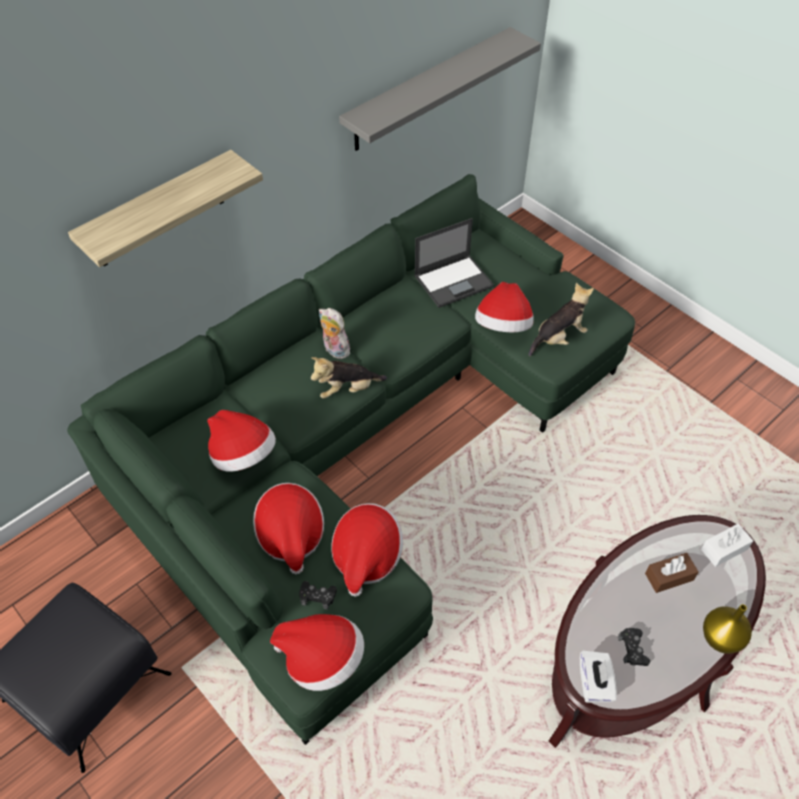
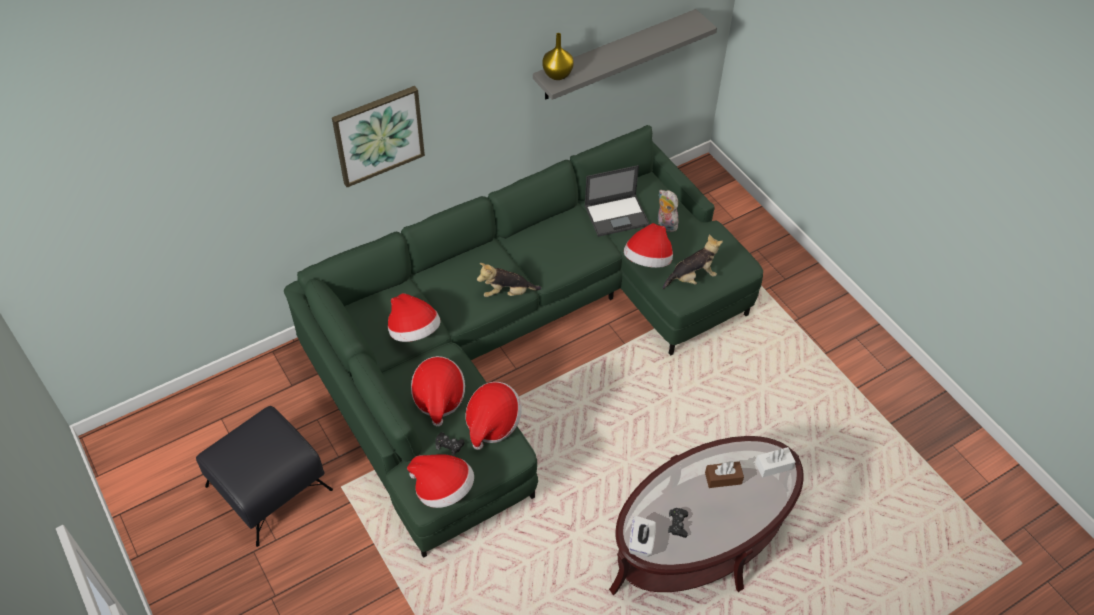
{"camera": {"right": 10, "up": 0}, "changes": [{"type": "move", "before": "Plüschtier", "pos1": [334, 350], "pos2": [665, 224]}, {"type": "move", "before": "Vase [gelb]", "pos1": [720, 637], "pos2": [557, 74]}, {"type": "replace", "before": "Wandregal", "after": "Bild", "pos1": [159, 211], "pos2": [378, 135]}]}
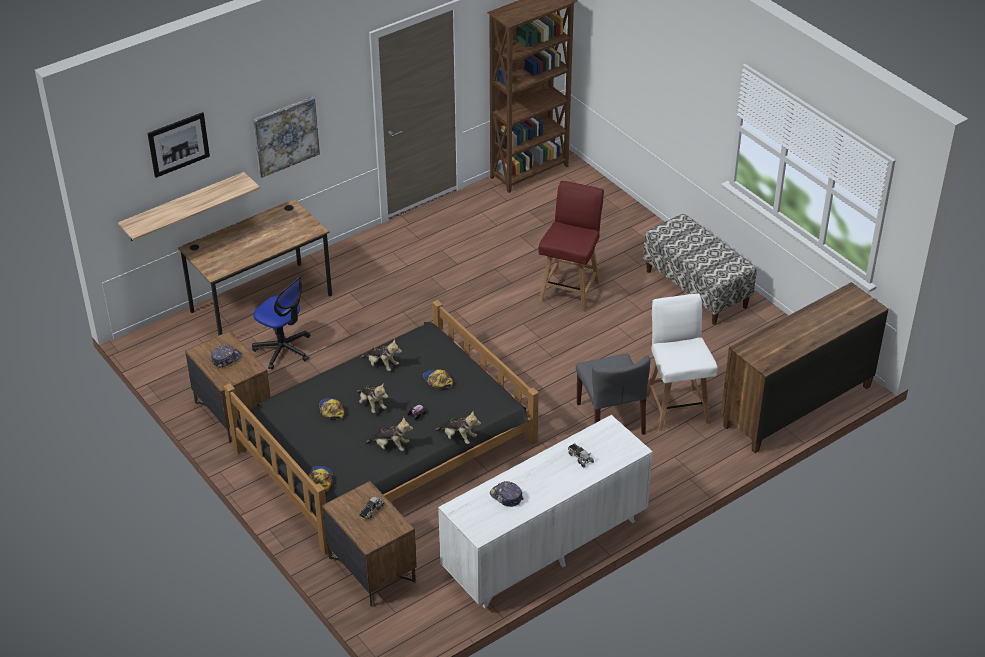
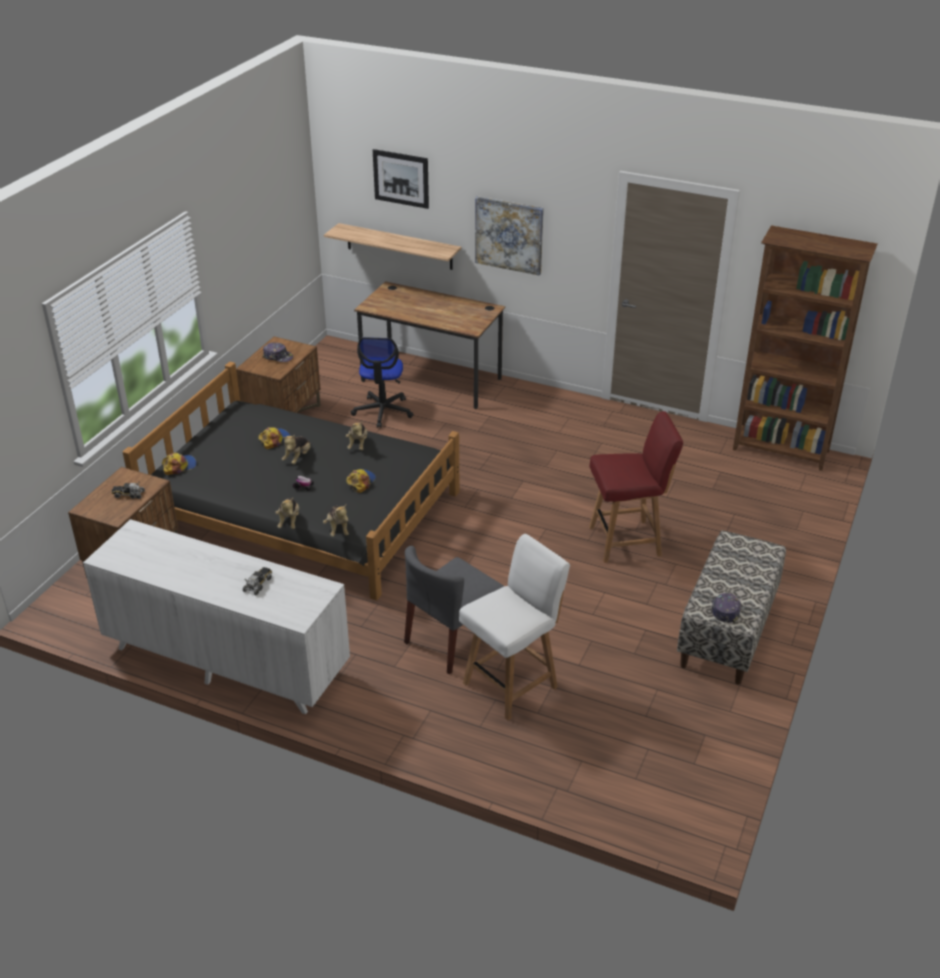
{"camera": {"right": 60, "up": -5}, "changes": [{"type": "delete", "before": "Kommode [braun]", "pos1": [796, 406]}, {"type": "move", "before": "Plüschtier", "pos1": [390, 446], "pos2": [337, 529]}, {"type": "move", "before": "Kappe", "pos1": [506, 497], "pos2": [725, 610]}]}
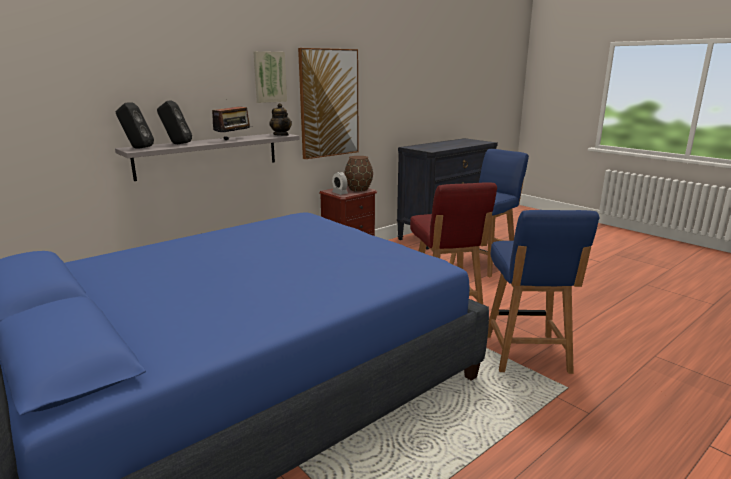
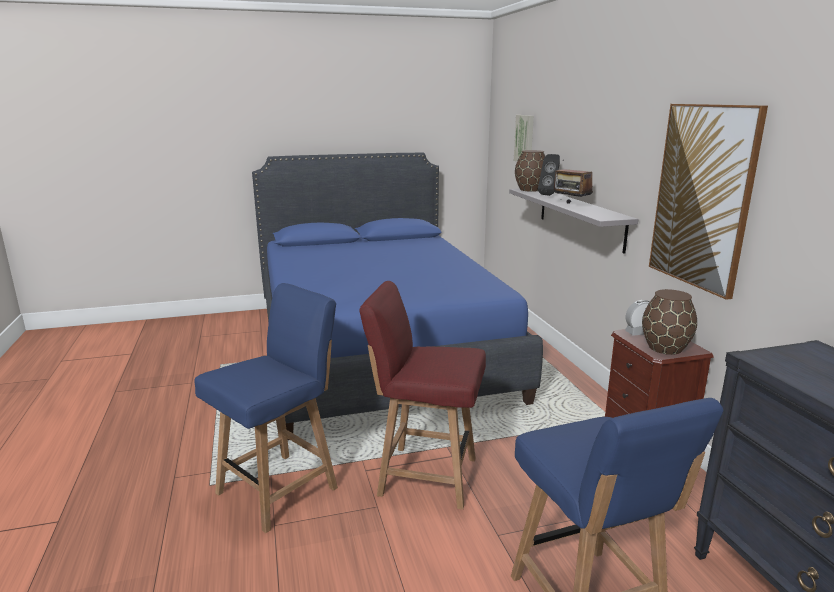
{"camera": {"right": 115, "up": 0}, "changes": [{"type": "delete", "before": "Teekanne", "pos1": [281, 135]}, {"type": "move", "before": "Bild", "pos1": [269, 77], "pos2": [525, 139]}, {"type": "replace", "before": "Lautsprecher [schwarz]", "after": "Vase [braun]", "pos1": [136, 148], "pos2": [531, 190]}, {"type": "rotate", "before": "Stuhl [blau]", "pos1": [526, 355], "pos2": [280, 489], "turn": 105}]}
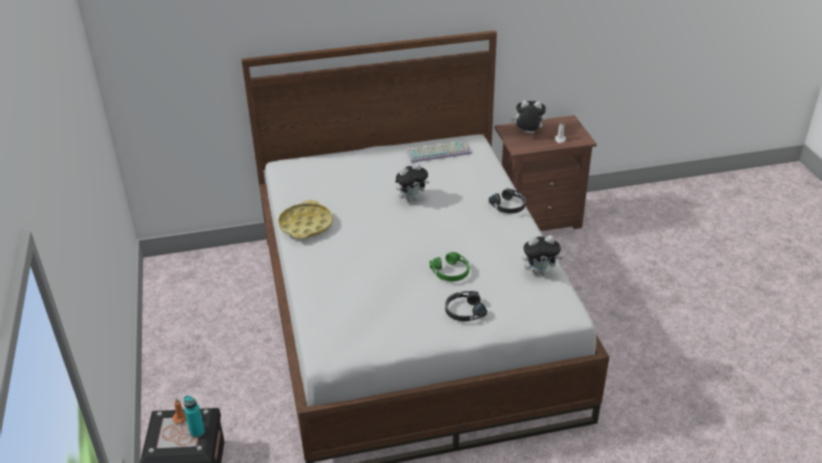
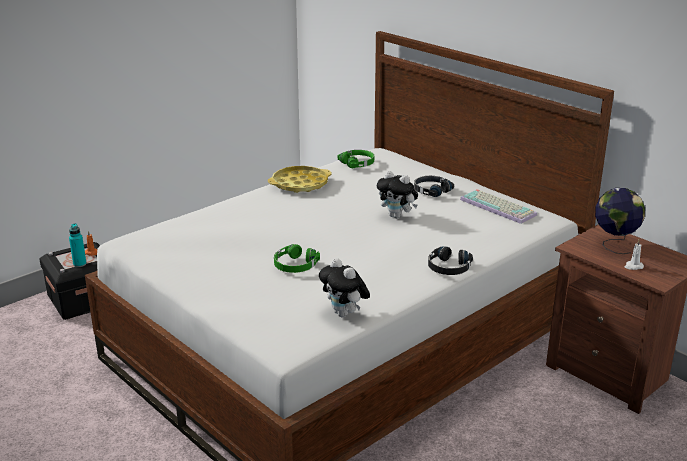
{"camera": {"right": 60, "up": -10}, "changes": [{"type": "insert", "after": "Kopfhörer [grün]", "pos2": [357, 163]}, {"type": "move", "before": "Kopfhörer [schwarz]", "pos1": [464, 311], "pos2": [431, 191]}, {"type": "replace", "before": "Plüschtier", "after": "Globus", "pos1": [528, 133], "pos2": [614, 244]}]}
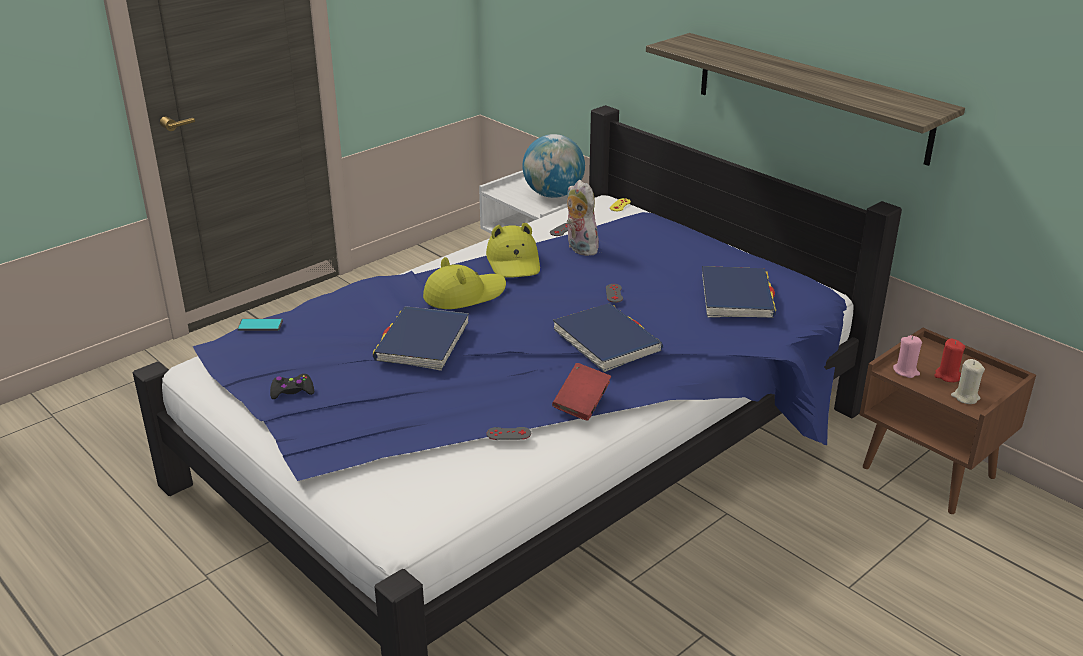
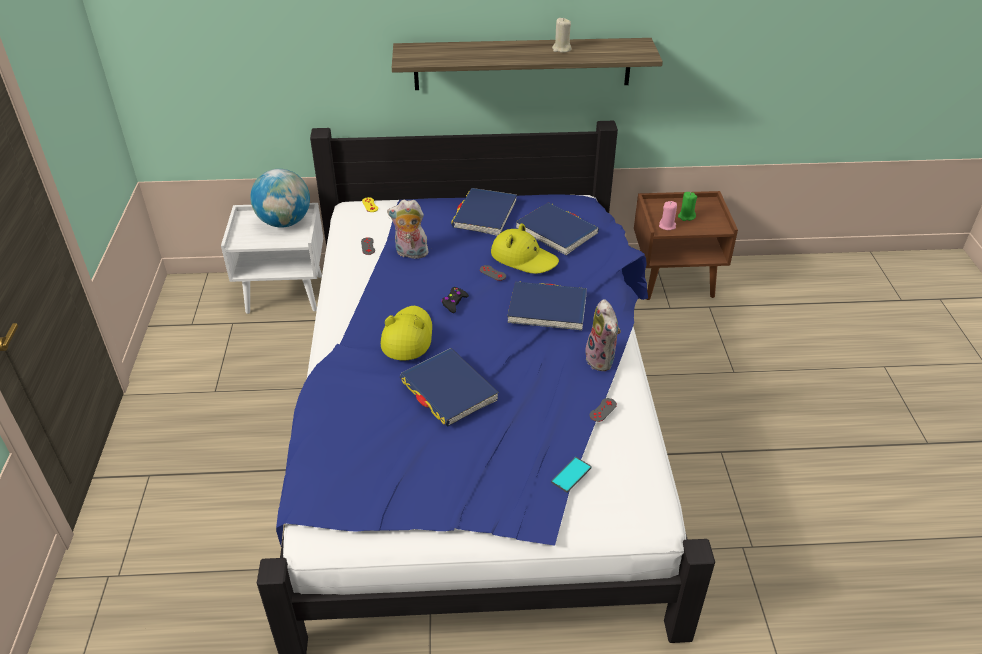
{"camera": {"right": -50, "up": 10}, "changes": [{"type": "insert", "after": "Buch [blau]", "pos2": [484, 214]}, {"type": "move", "before": "Handy", "pos1": [260, 325], "pos2": [571, 475]}, {"type": "move", "before": "Gamepad [schwarz]", "pos1": [292, 391], "pos2": [454, 302]}, {"type": "move", "before": "Hut [gelb]", "pos1": [514, 262], "pos2": [524, 258]}, {"type": "move", "before": "Kerze [beige]", "pos1": [965, 397], "pos2": [561, 49]}, {"type": "replace", "before": "Buch [rot]", "after": "Plüschtier", "pos1": [581, 404], "pos2": [602, 360]}, {"type": "recolor", "before": "Kerze [rot]", "after": "Kerze [grün]", "pos1": [947, 376], "pos2": [686, 216]}]}
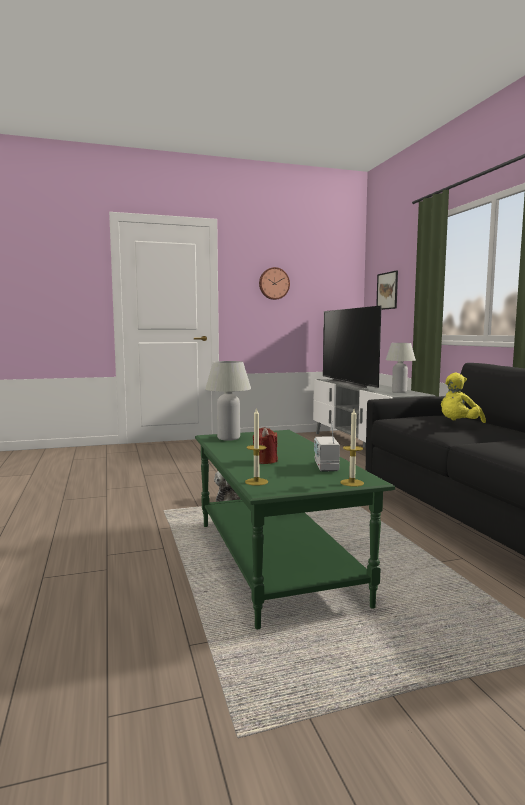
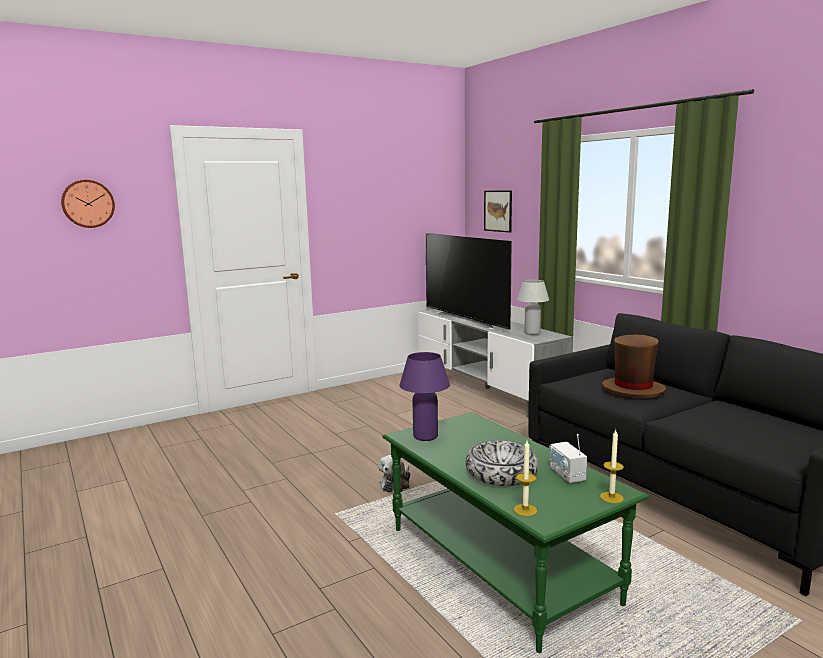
{"camera": {"right": -15, "up": 5}, "changes": [{"type": "move", "before": "Wanduhr", "pos1": [273, 283], "pos2": [88, 203]}, {"type": "replace", "before": "Kerze [rot]", "after": "Schüssel", "pos1": [265, 461], "pos2": [501, 473]}, {"type": "replace", "before": "Plüschtier [gelb]", "after": "Hut [braun]", "pos1": [458, 425], "pos2": [633, 390]}, {"type": "recolor", "before": "Tischlampe [weiß]", "after": "Tischlampe [lila]", "pos1": [228, 438], "pos2": [425, 436]}]}
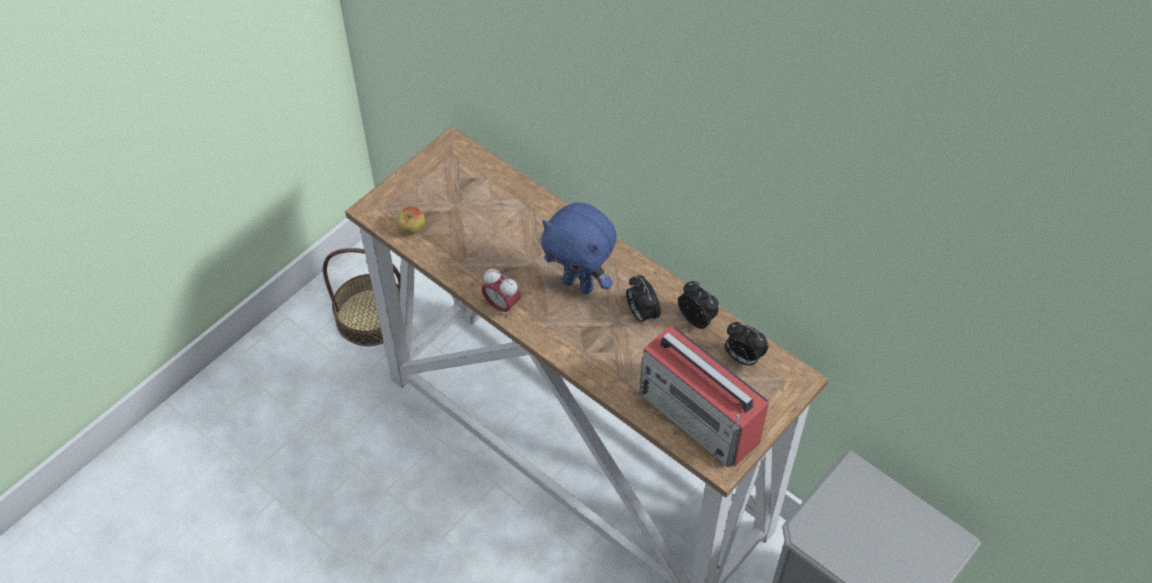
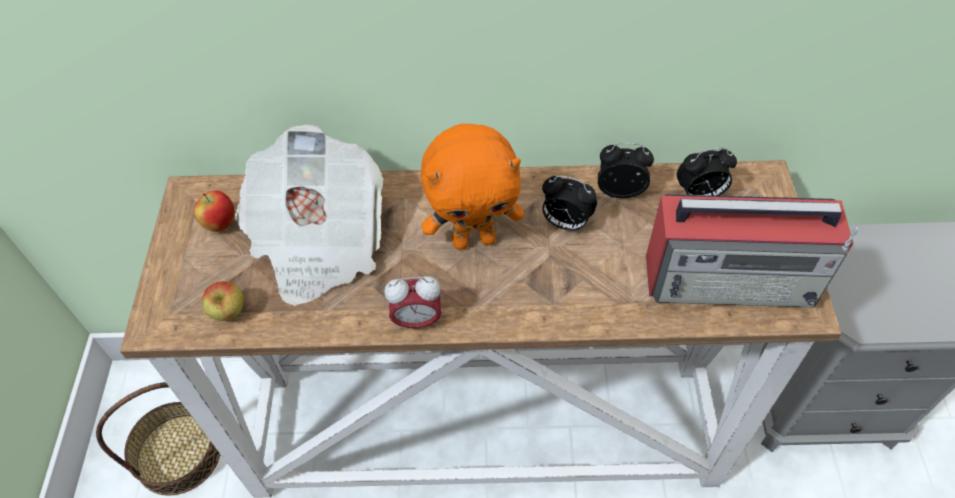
{"camera": {"right": -40, "up": 0}, "changes": [{"type": "insert", "after": "Apfel", "pos2": [220, 224]}, {"type": "insert", "after": "Zeitung", "pos2": [318, 241]}, {"type": "recolor", "before": "Plüschtier [blau]", "after": "Plüschtier [orange]", "pos1": [579, 284], "pos2": [474, 239]}]}
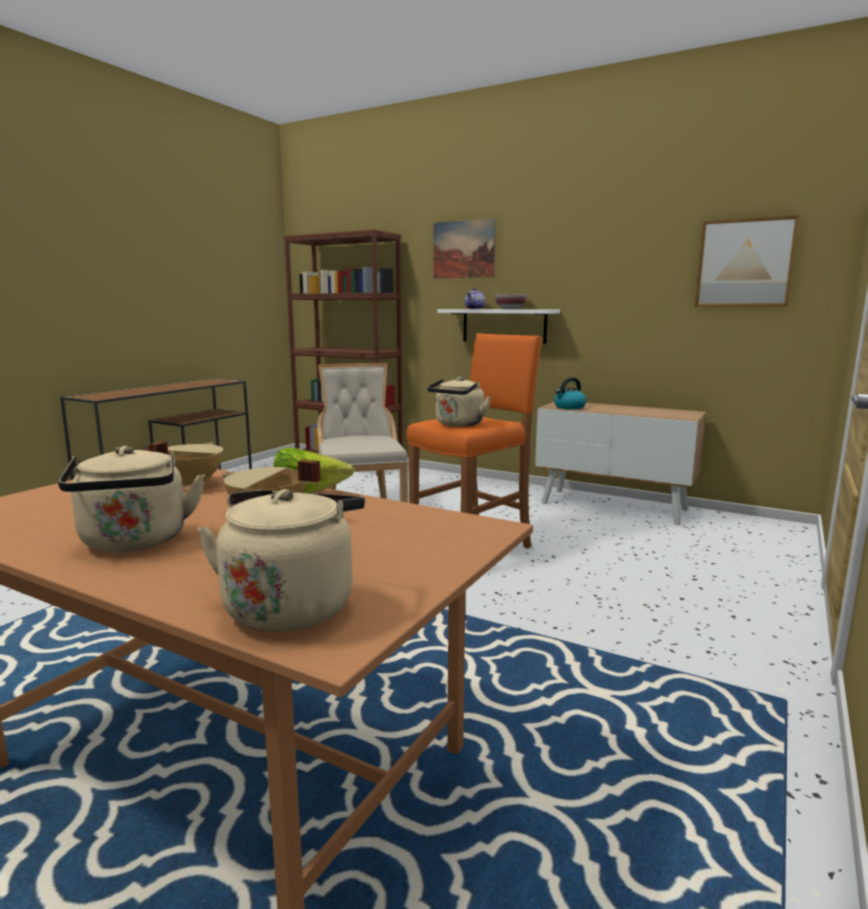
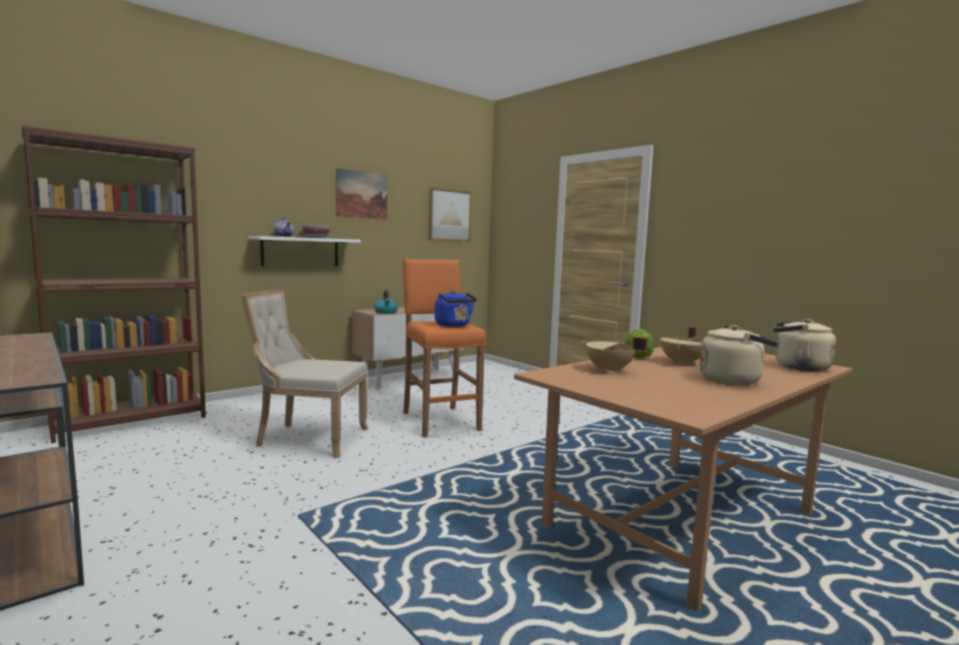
{"camera": {"right": -70, "up": -5}, "changes": [{"type": "move", "before": "Bild", "pos1": [464, 249], "pos2": [362, 195]}, {"type": "recolor", "before": "Wasserkessel [beige]", "after": "Wasserkessel [blau]", "pos1": [458, 424], "pos2": [454, 325]}]}
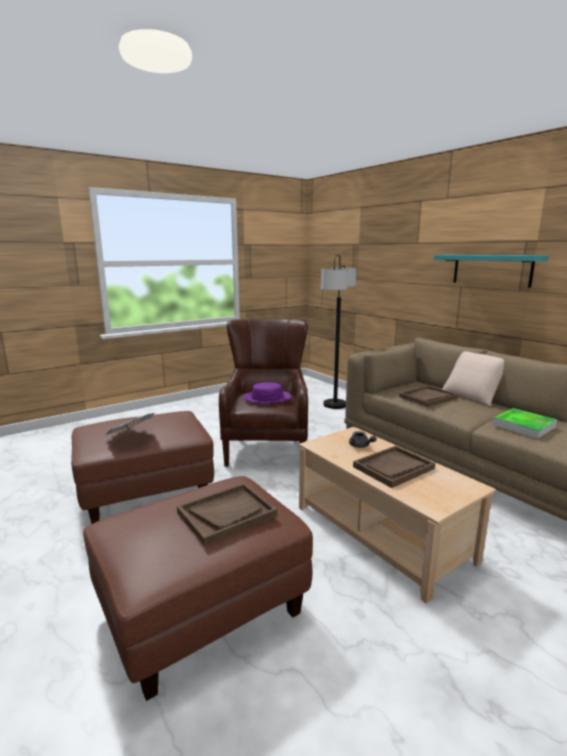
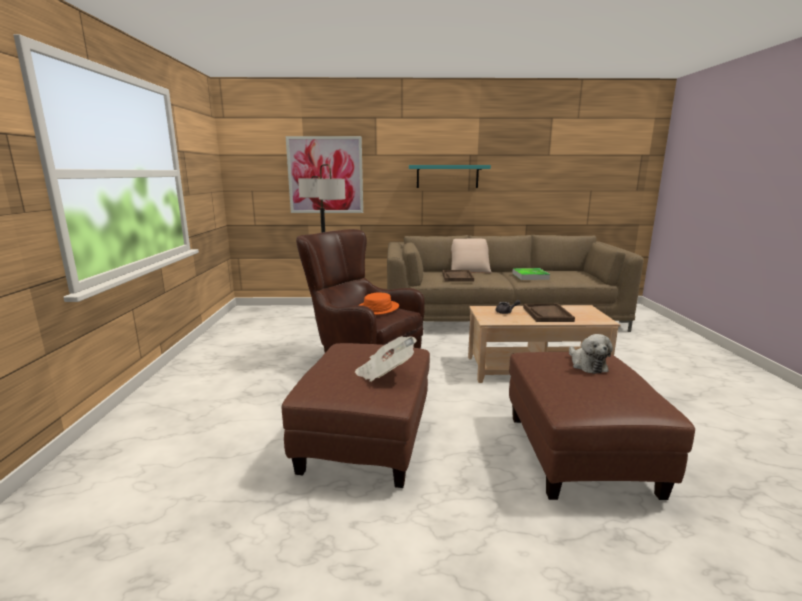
{"camera": {"right": -55, "up": 0}, "changes": [{"type": "insert", "after": "Bild", "pos2": [325, 175]}, {"type": "replace", "before": "Tablett [braun]", "after": "Plüschtier", "pos1": [227, 514], "pos2": [587, 365]}, {"type": "recolor", "before": "Hut [lila]", "after": "Hut [orange]", "pos1": [267, 398], "pos2": [377, 308]}]}
